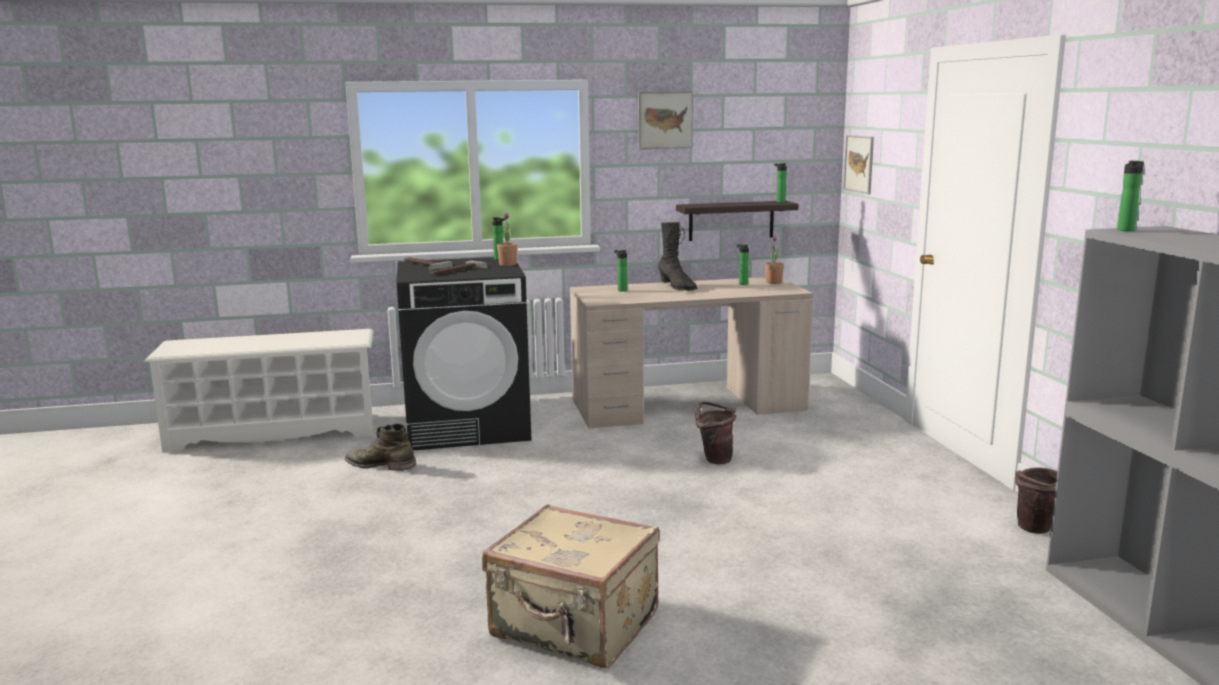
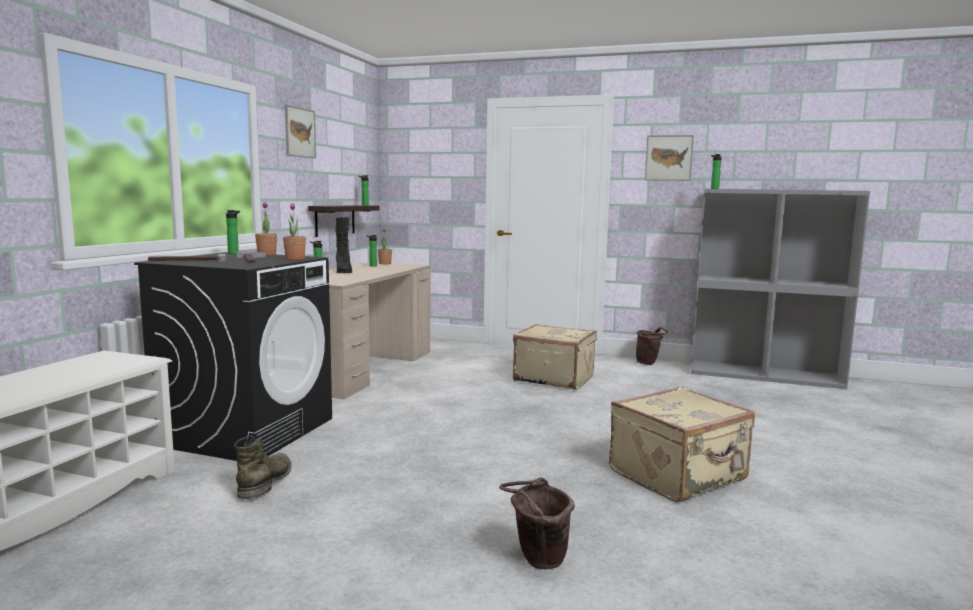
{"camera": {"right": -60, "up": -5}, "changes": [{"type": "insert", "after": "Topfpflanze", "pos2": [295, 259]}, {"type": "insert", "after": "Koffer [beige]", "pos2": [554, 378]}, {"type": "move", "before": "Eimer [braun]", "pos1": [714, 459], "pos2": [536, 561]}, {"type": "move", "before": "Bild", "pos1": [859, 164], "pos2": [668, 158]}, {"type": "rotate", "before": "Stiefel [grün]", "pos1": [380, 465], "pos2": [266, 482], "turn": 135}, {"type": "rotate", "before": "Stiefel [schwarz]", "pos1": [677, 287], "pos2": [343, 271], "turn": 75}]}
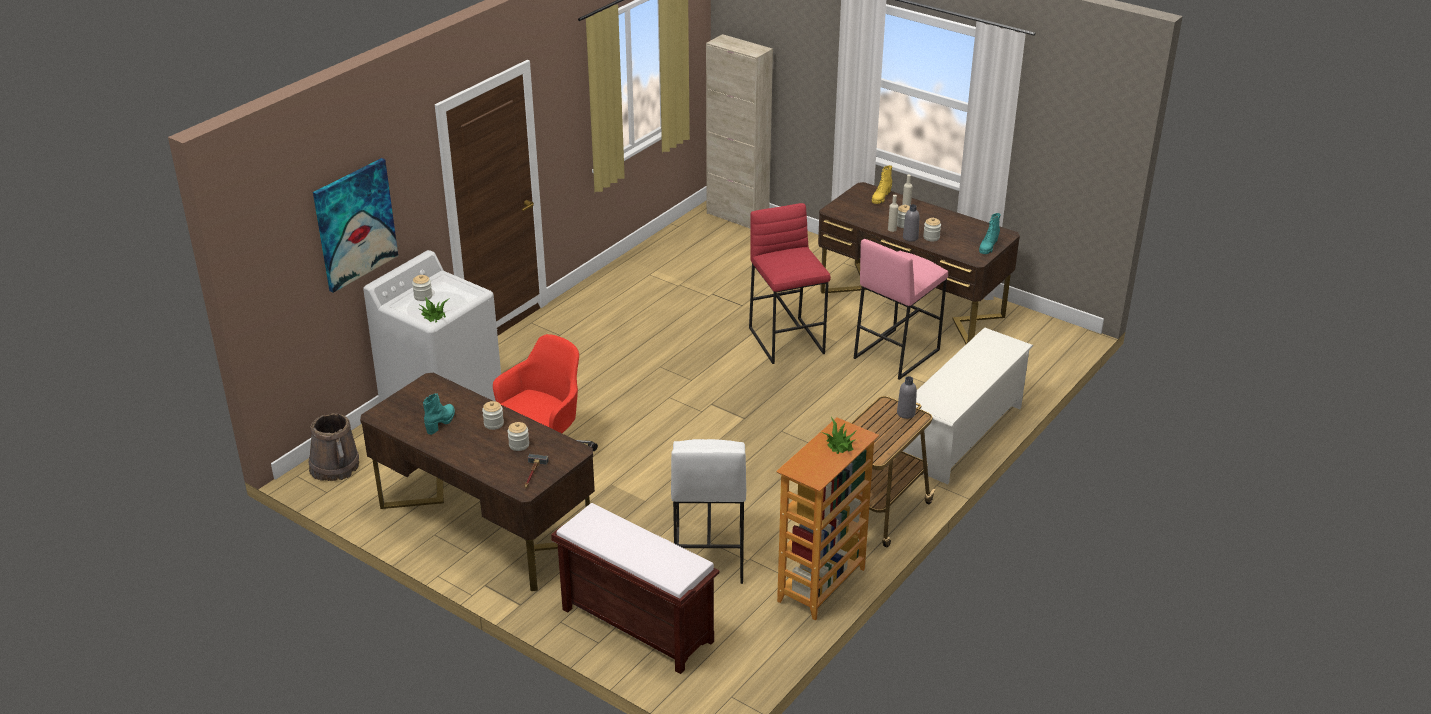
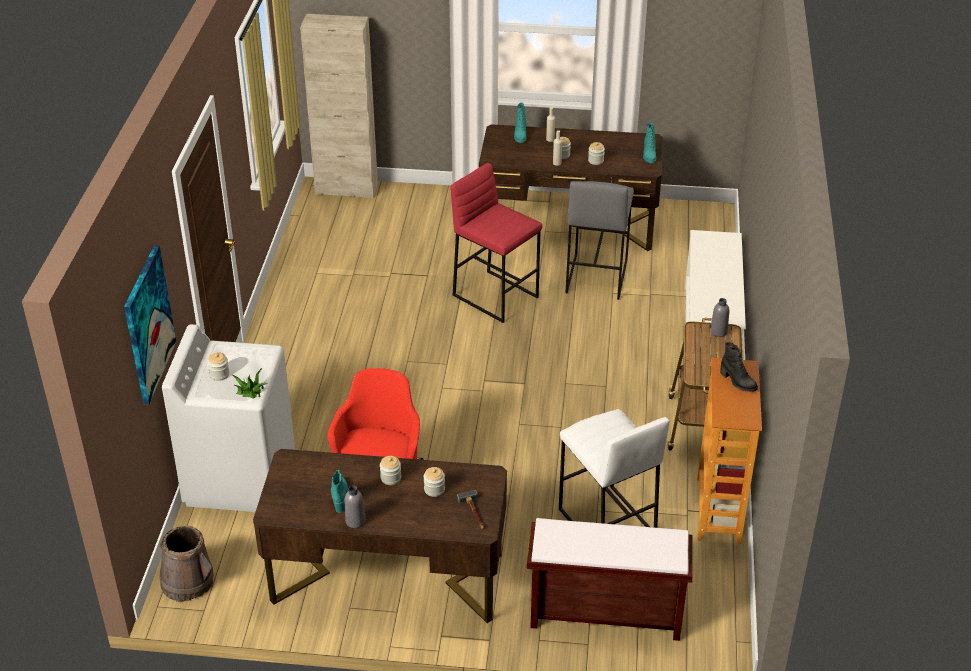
{"camera": {"right": -30, "up": 5}, "changes": [{"type": "move", "before": "Flasche [grau]", "pos1": [910, 238], "pos2": [355, 521]}, {"type": "replace", "before": "Topfpflanze", "after": "Stiefel [schwarz]", "pos1": [839, 444], "pos2": [737, 382]}, {"type": "recolor", "before": "Hocker [rosa]", "after": "Hocker [grau]", "pos1": [896, 353], "pos2": [595, 276]}, {"type": "recolor", "before": "Stiefel [gelb]", "after": "Stiefel [türkis]", "pos1": [880, 198], "pos2": [520, 135]}]}
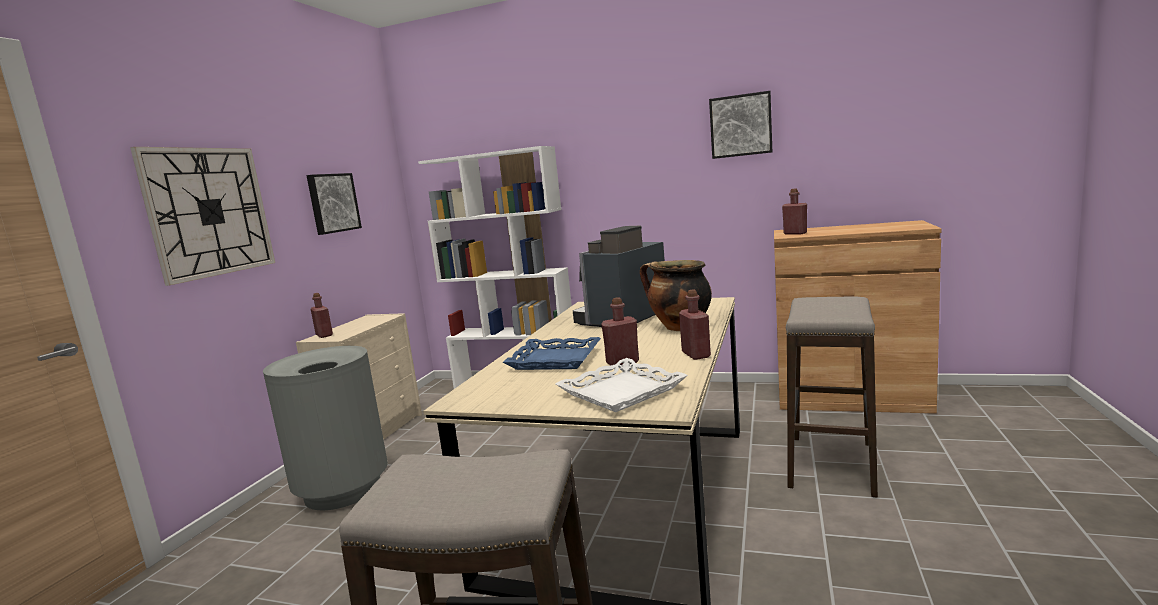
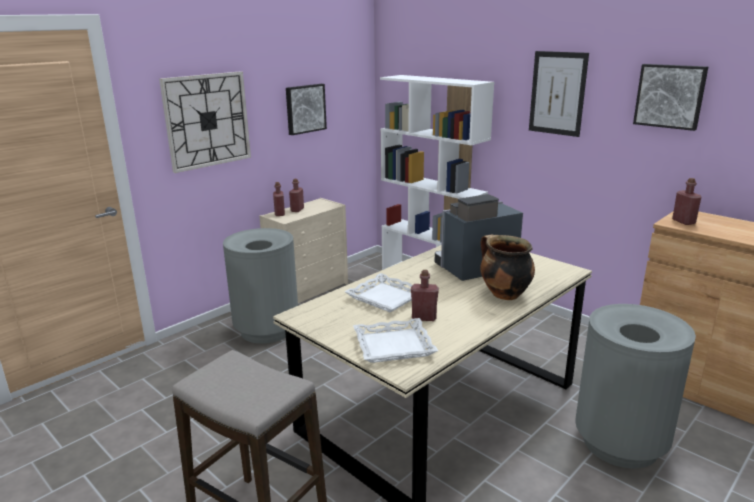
{"camera": {"right": 25, "up": 10}, "changes": [{"type": "insert", "after": "Bild", "pos2": [557, 93]}, {"type": "move", "before": "Flasche [rot]", "pos1": [696, 355], "pos2": [297, 210]}, {"type": "replace", "before": "Hocker", "after": "Mülleimer [grau]", "pos1": [831, 465], "pos2": [620, 443]}, {"type": "recolor", "before": "Tablett [blau]", "after": "Tablett [weiß]", "pos1": [554, 360], "pos2": [385, 297]}]}
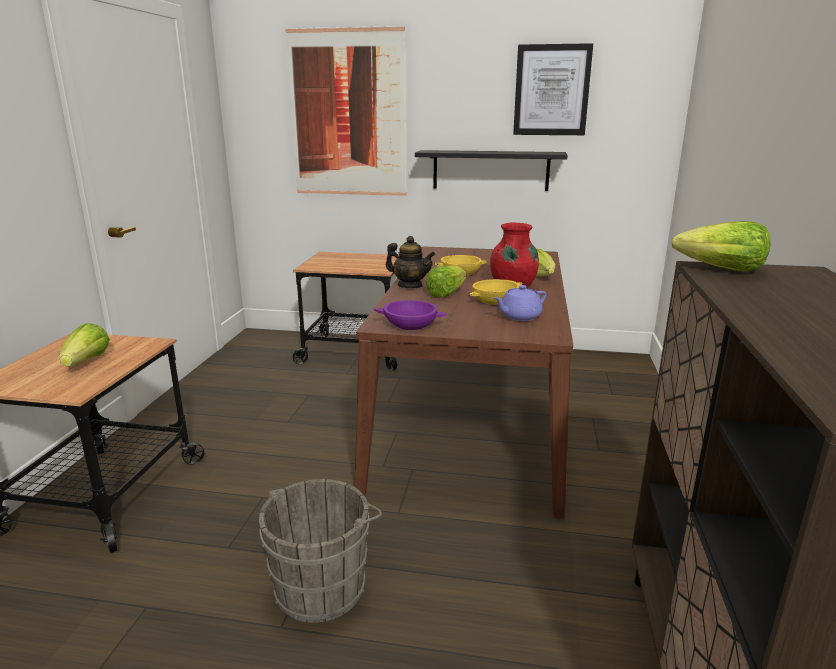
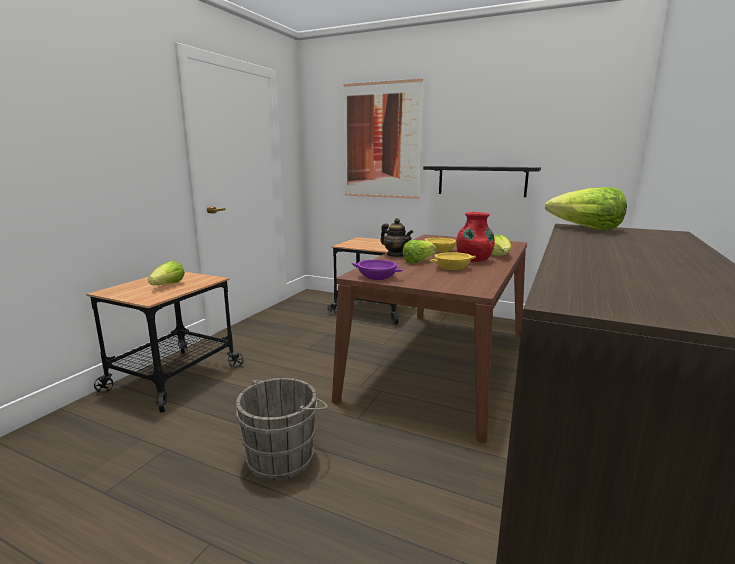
{"camera": {"right": 15, "up": -5}, "changes": [{"type": "delete", "before": "Teekanne [lila]", "pos1": [519, 317]}, {"type": "delete", "before": "Bild", "pos1": [551, 90]}]}
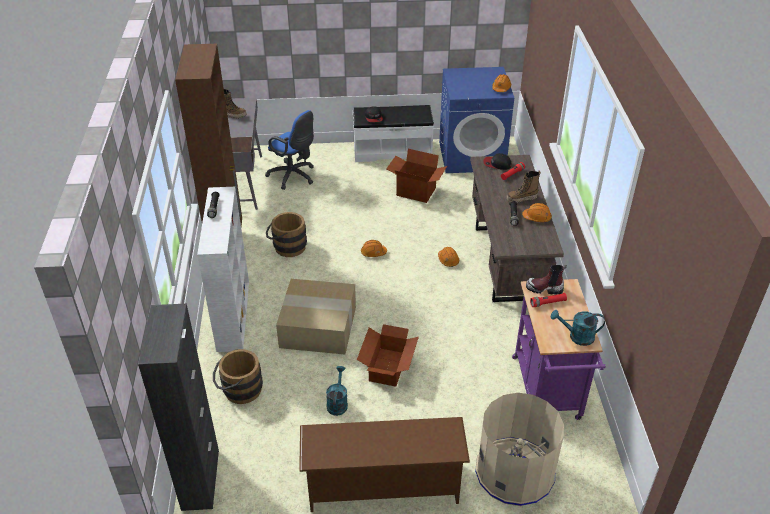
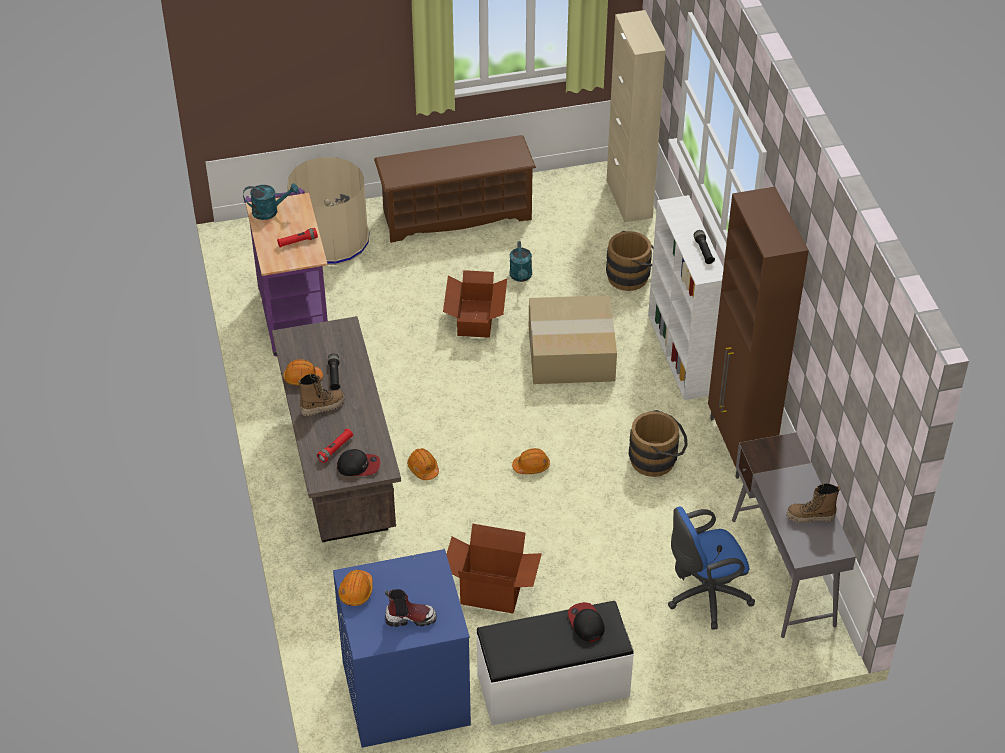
{"camera": {"right": 170, "up": 5}, "changes": [{"type": "move", "before": "Stiefel", "pos1": [544, 288], "pos2": [410, 618]}, {"type": "recolor", "before": "Schrank [schwarz]", "after": "Schrank [beige]", "pos1": [200, 479], "pos2": [629, 199]}, {"type": "rotate", "before": "Bürostuhl [blau]", "pos1": [294, 176], "pos2": [704, 596], "turn": -45}]}
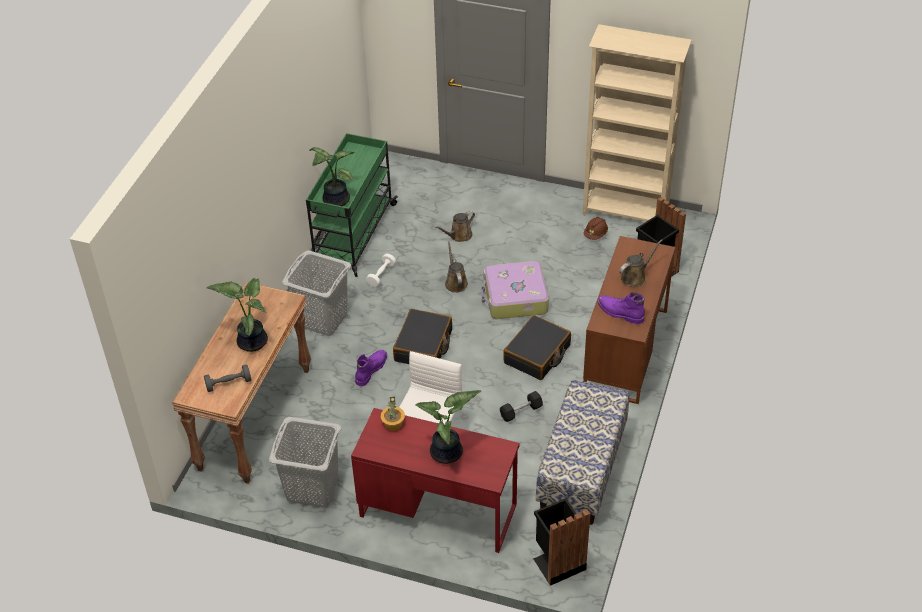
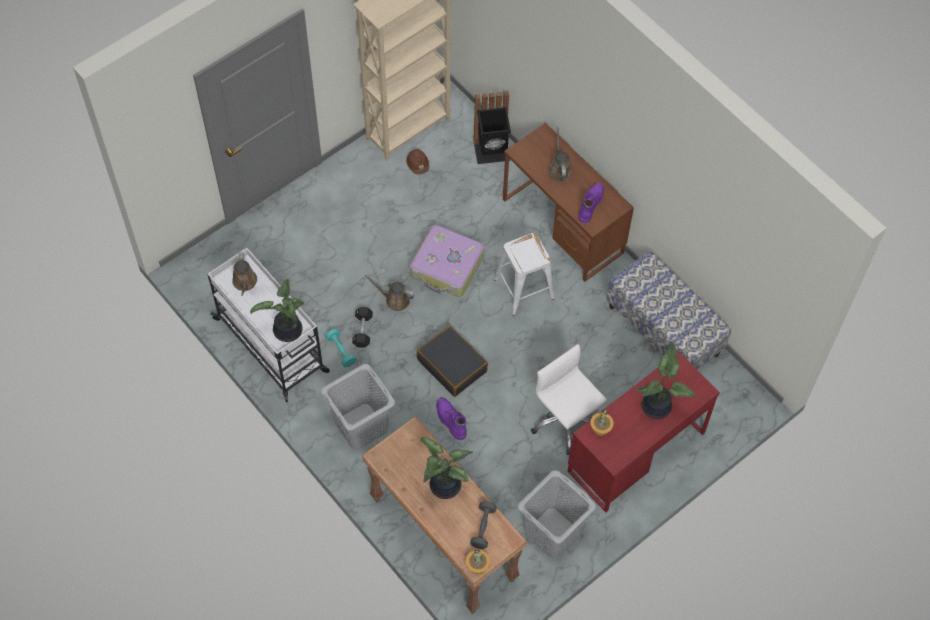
{"camera": {"right": -60, "up": 15}, "changes": [{"type": "delete", "before": "Mülleimer [schwarz]", "pos1": [558, 562]}, {"type": "insert", "after": "Topfpflanze", "pos2": [477, 566]}, {"type": "move", "before": "Gießkanne [braun]", "pos1": [459, 236], "pos2": [245, 283]}, {"type": "move", "before": "Hantel [schwarz]", "pos1": [521, 411], "pos2": [362, 330]}, {"type": "replace", "before": "Koffer [schwarz]", "after": "Hocker [weiß]", "pos1": [537, 354], "pos2": [523, 289]}, {"type": "recolor", "before": "Rollwagen [grün]", "after": "Rollwagen [weiß]", "pos1": [353, 236], "pos2": [272, 346]}, {"type": "recolor", "before": "Hantel [weiß]", "after": "Hantel [türkis]", "pos1": [381, 275], "pos2": [341, 351]}, {"type": "rotate", "before": "Stiefel [lila]", "pos1": [619, 312], "pos2": [590, 204], "turn": 135}]}
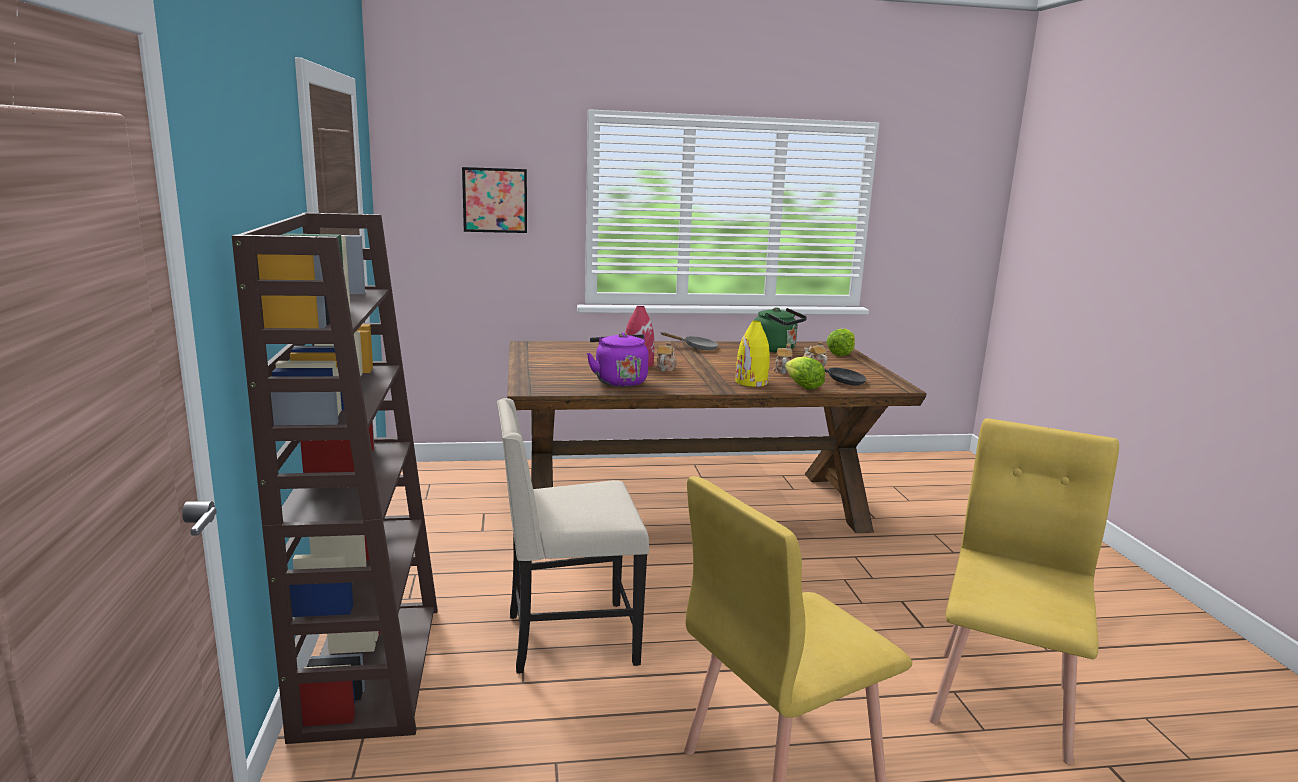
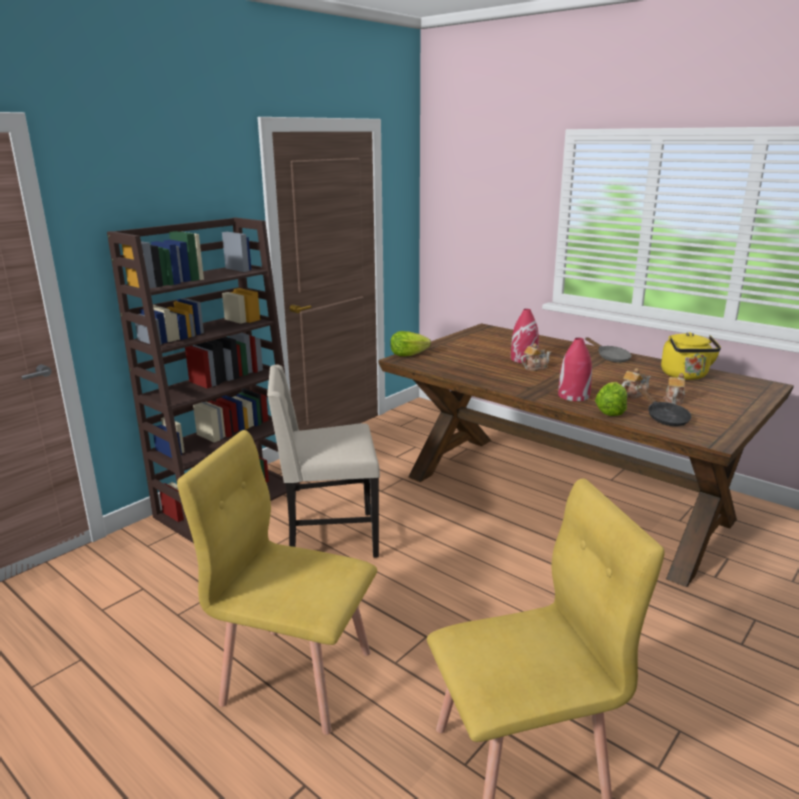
{"camera": {"right": 50, "up": 5}, "changes": [{"type": "delete", "before": "Bild", "pos1": [495, 200]}, {"type": "delete", "before": "Wasserkessel [lila]", "pos1": [619, 381]}, {"type": "move", "before": "Salatkopf", "pos1": [840, 354], "pos2": [408, 355]}, {"type": "recolor", "before": "Vase [gelb]", "after": "Vase [rot]", "pos1": [751, 382], "pos2": [573, 396]}, {"type": "recolor", "before": "Wasserkessel [grün]", "after": "Wasserkessel [gelb]", "pos1": [776, 350], "pos2": [685, 376]}, {"type": "rotate", "before": "Stuhl [beige]", "pos1": [568, 638], "pos2": [329, 538], "turn": -45}]}
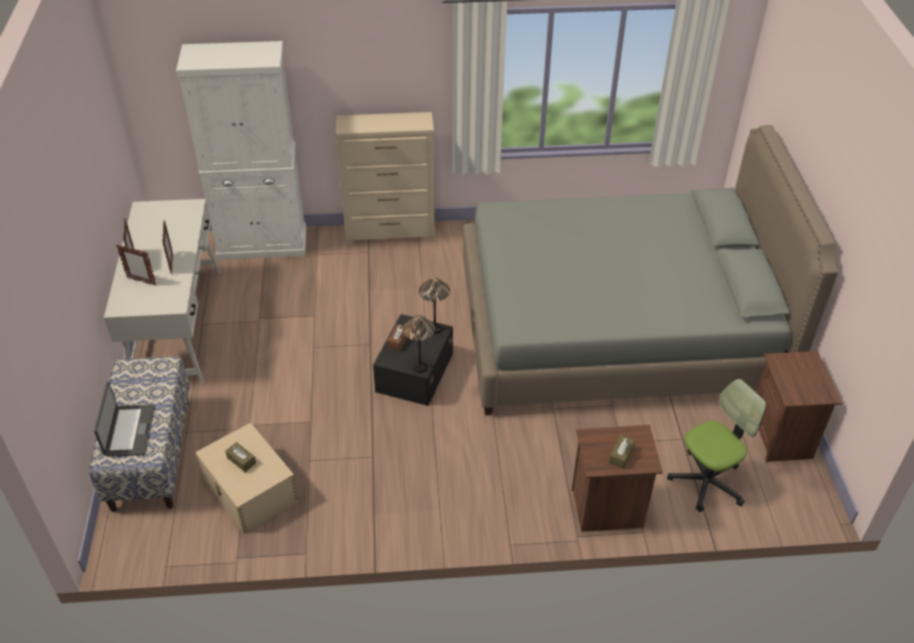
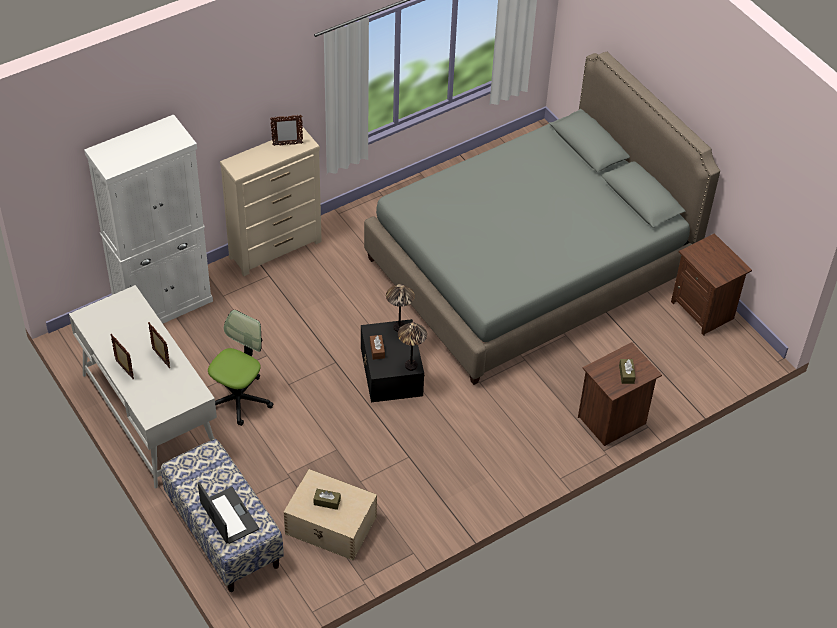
{"camera": {"right": -30, "up": 5}, "changes": [{"type": "move", "before": "Bilderrahmen", "pos1": [141, 281], "pos2": [287, 144]}, {"type": "move", "before": "Bürostuhl", "pos1": [707, 482], "pos2": [239, 399]}]}
